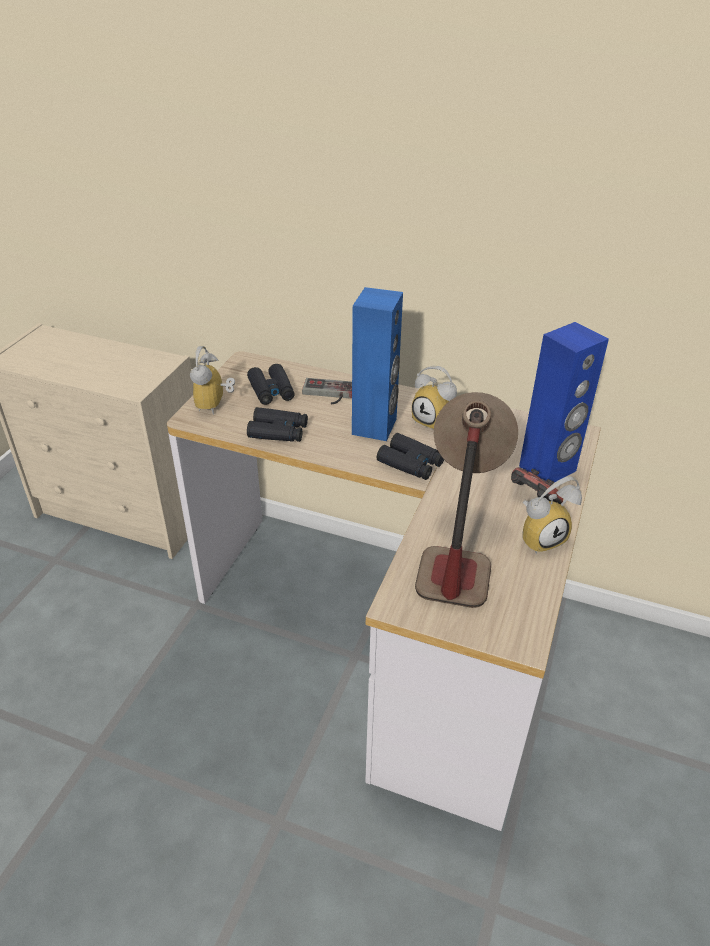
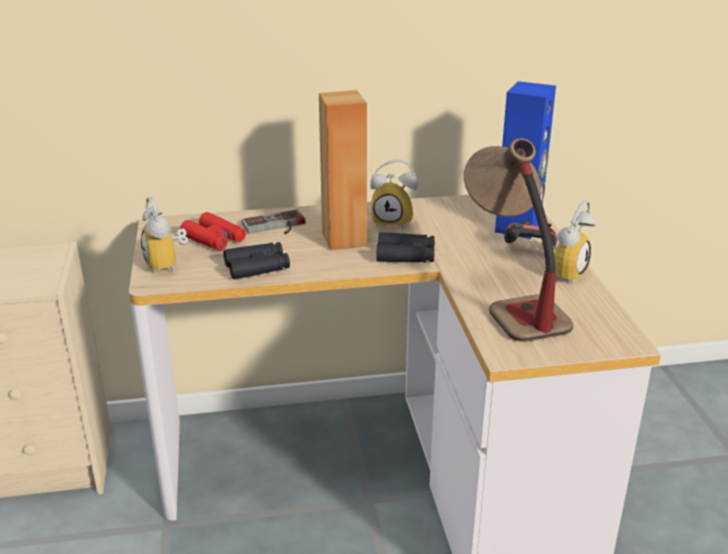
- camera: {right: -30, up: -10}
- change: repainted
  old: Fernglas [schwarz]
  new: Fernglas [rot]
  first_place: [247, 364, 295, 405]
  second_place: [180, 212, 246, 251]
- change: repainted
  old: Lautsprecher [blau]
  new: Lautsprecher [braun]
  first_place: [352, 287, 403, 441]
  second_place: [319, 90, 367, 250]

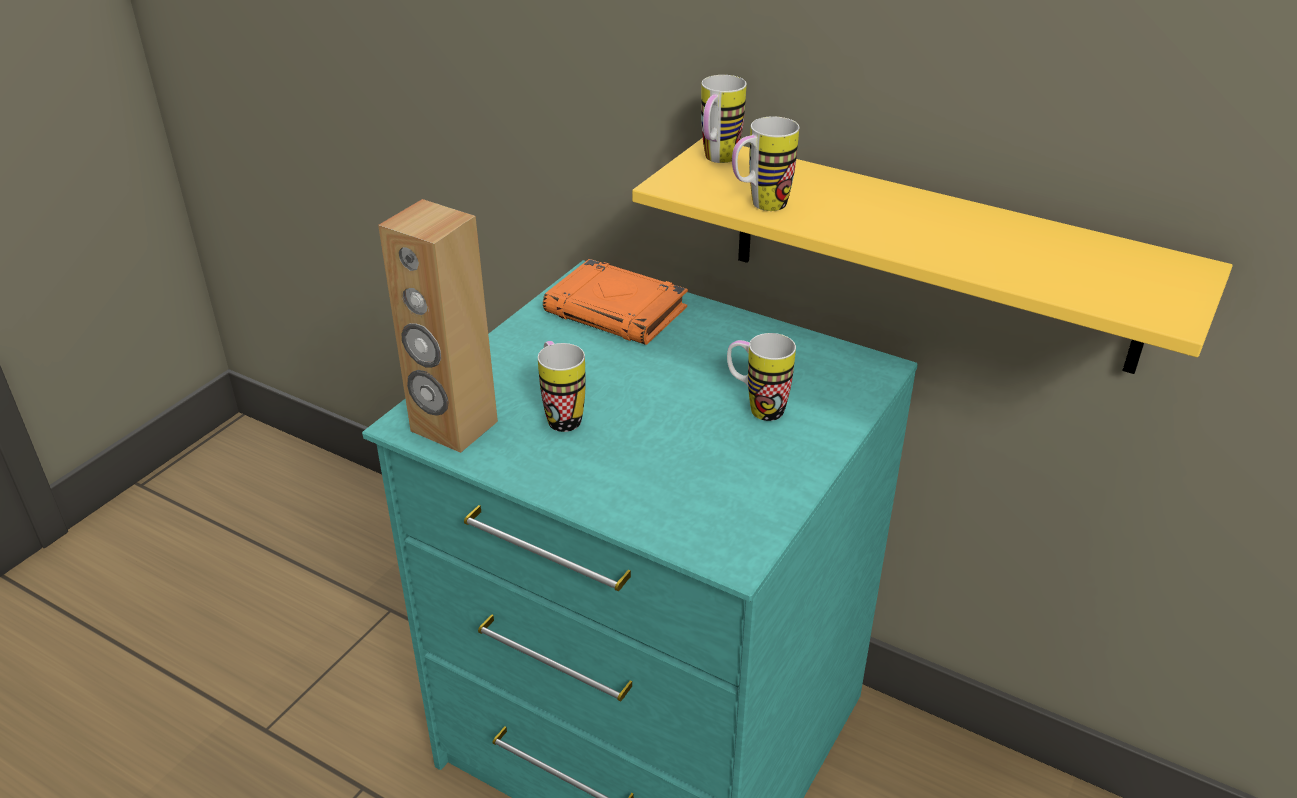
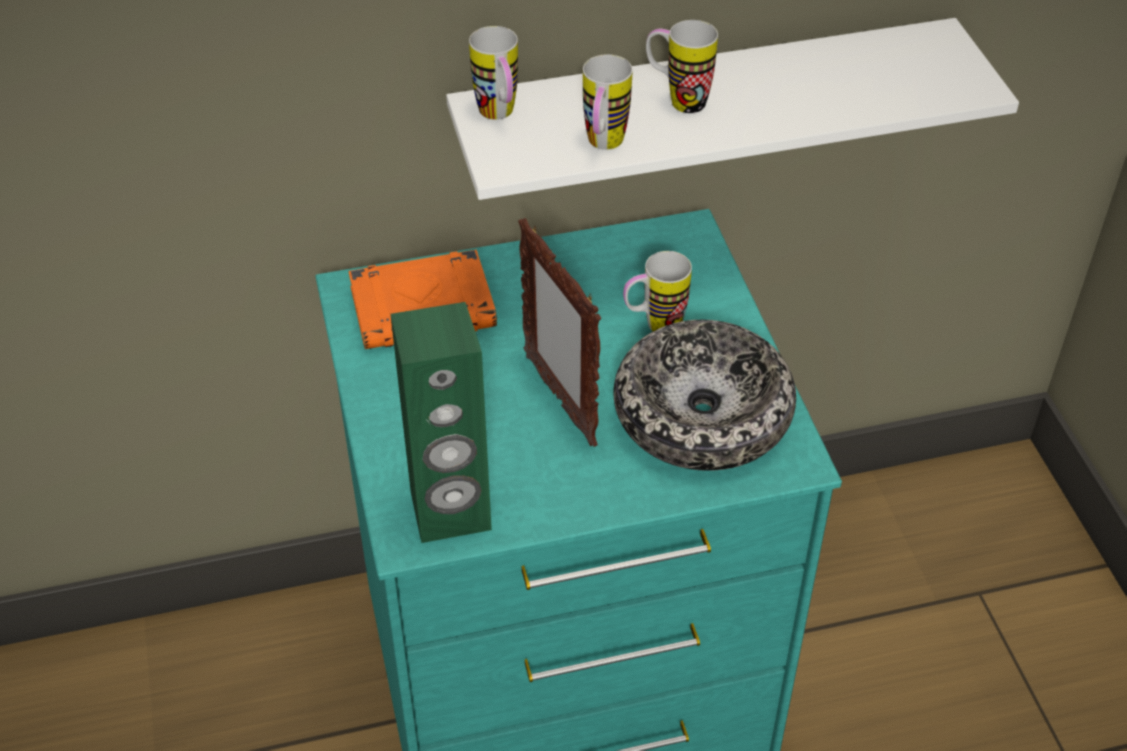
- camera: {right: -45, up: 10}
- change: repainted
  old: Lautsprecher [braun]
  new: Lautsprecher [grün]
  first_place: [378, 199, 498, 453]
  second_place: [390, 302, 492, 543]
- change: shifted
  old: Henkelbecher
  first_place: [538, 341, 586, 432]
  second_place: [646, 20, 718, 113]
- change: repainted
  old: Wandregal [gelb]
  new: Wandregal [weiß]
  first_place: [632, 138, 1233, 374]
  second_place: [446, 18, 1019, 200]
- change: new
  new: Bilderrahmen
  second_place: [518, 218, 601, 447]
- change: new
  new: Schüssel
  second_place: [613, 320, 796, 471]

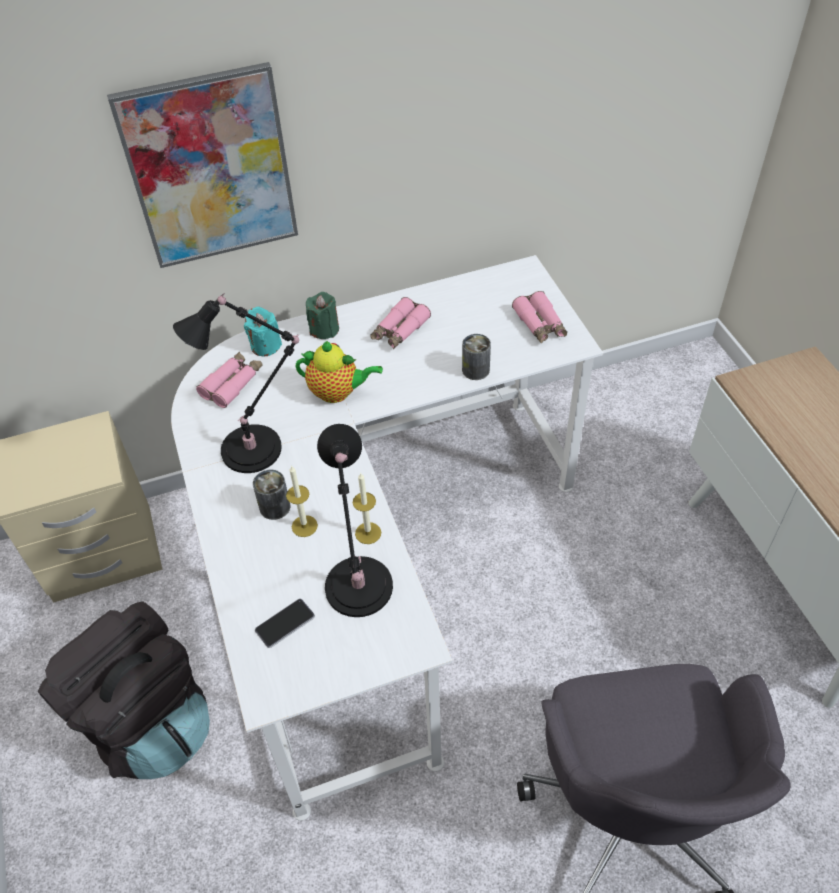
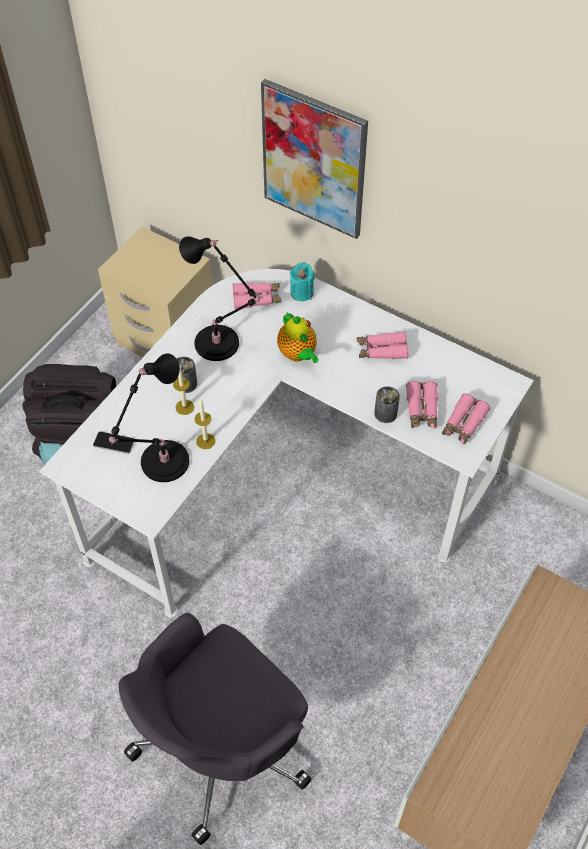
- camera: {right: 50, up: 5}
- change: gone
  old: Kerze [grün]
  first_place: [306, 292, 339, 339]
- change: new
  new: Fernglas [rosa]
  second_place: [406, 381, 438, 429]

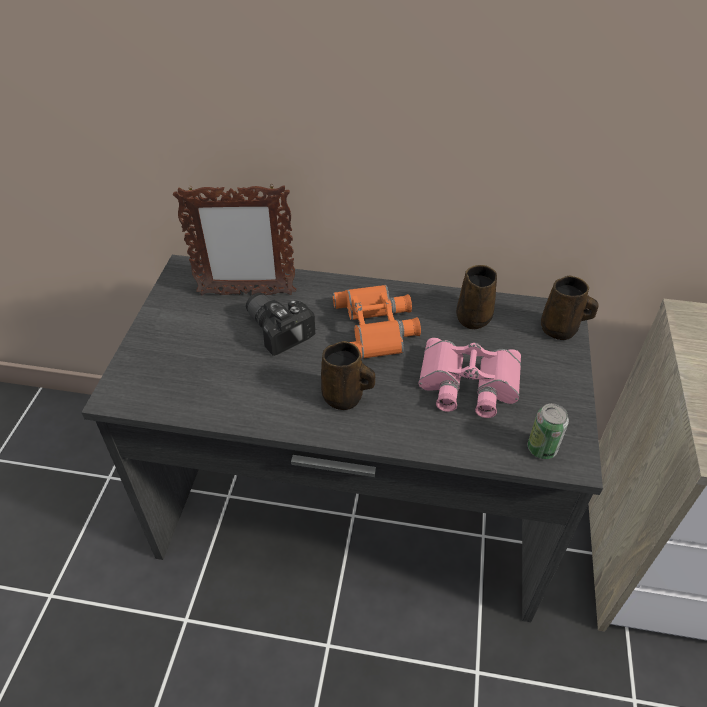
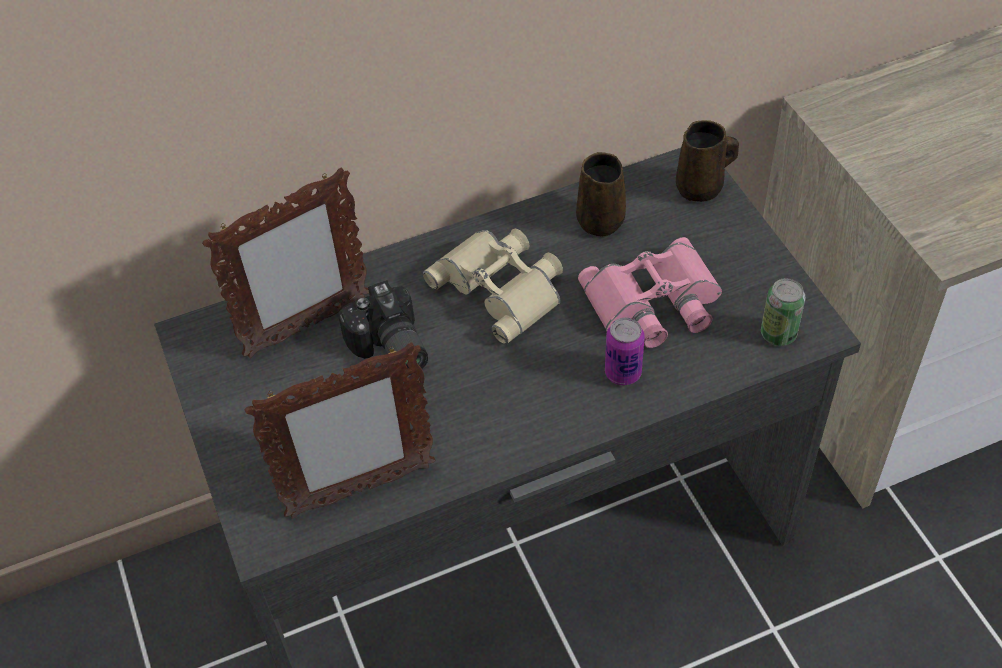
- camera: {right: -30, up: 5}
- change: rotated
  old: Kamera
  first_place: [246, 293, 315, 356]
  second_place: [338, 280, 428, 375]
  degrees: -135
- change: gone
  old: Henkelbecher [braun]
  first_place: [321, 341, 375, 410]
- change: repainted
  old: Fernglas [orange]
  new: Fernglas [beige]
  first_place: [333, 285, 421, 359]
  second_place: [423, 229, 563, 344]
- change: new
  new: Bilderrahmen
  second_place: [245, 342, 436, 519]
- change: new
  new: Dose
  second_place: [605, 318, 645, 385]

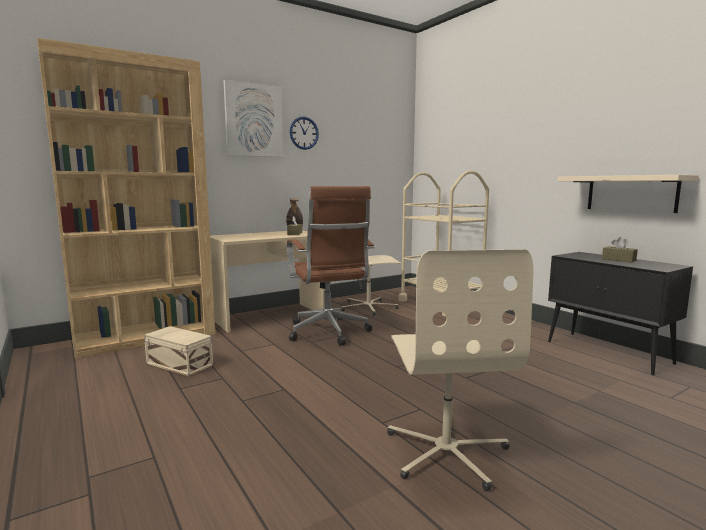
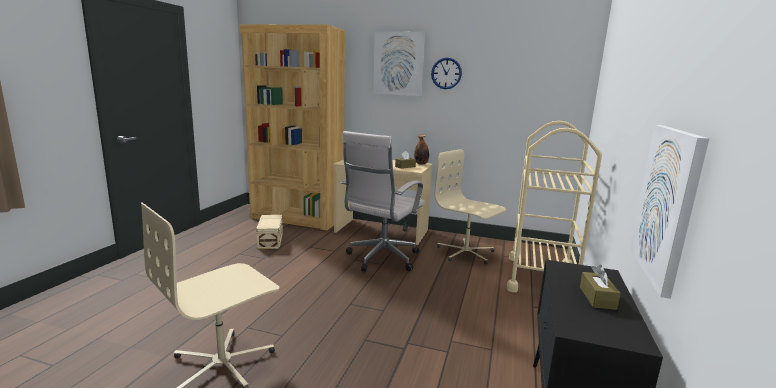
- camera: {right: 50, up: 5}
- change: repainted
  old: Bürostuhl [braun]
  new: Bürostuhl [weiß]
  first_place: [287, 186, 375, 346]
  second_place: [341, 131, 425, 272]
- change: swapped
  old: Wandregal [beige]
  new: Bild
  first_place: [557, 175, 699, 213]
  second_place: [629, 125, 709, 299]

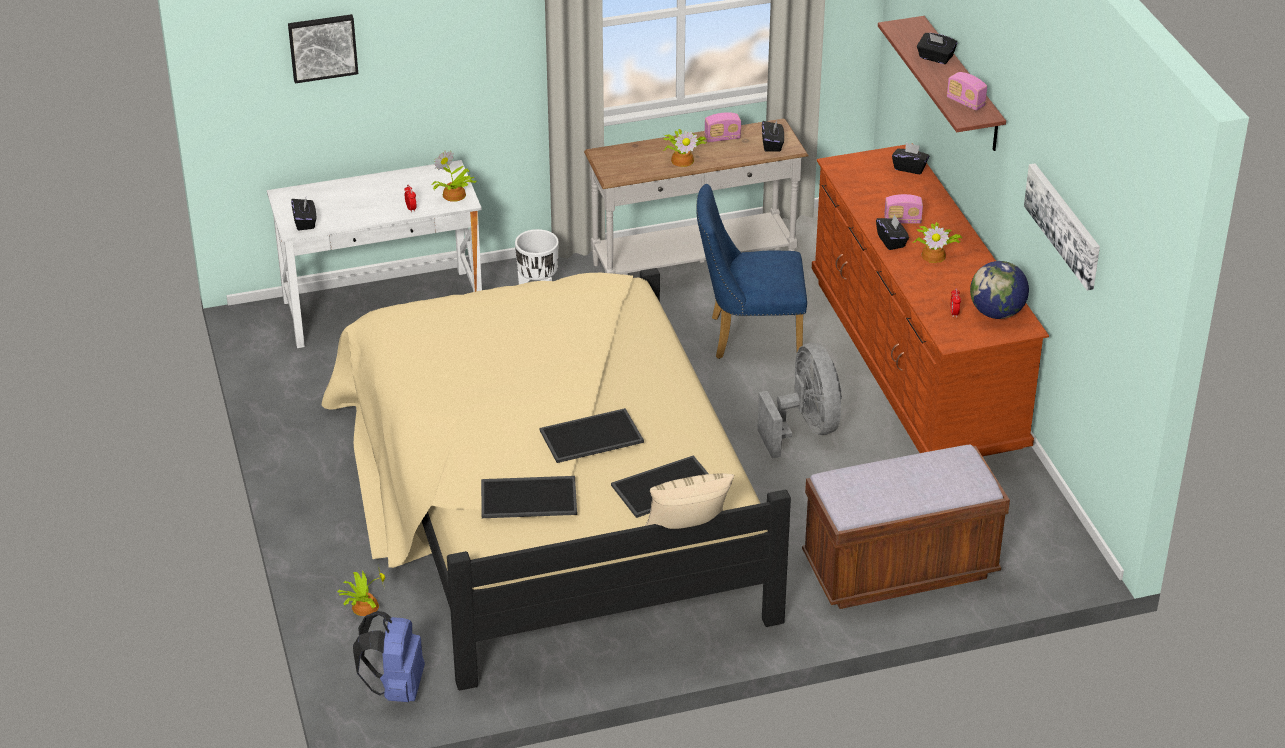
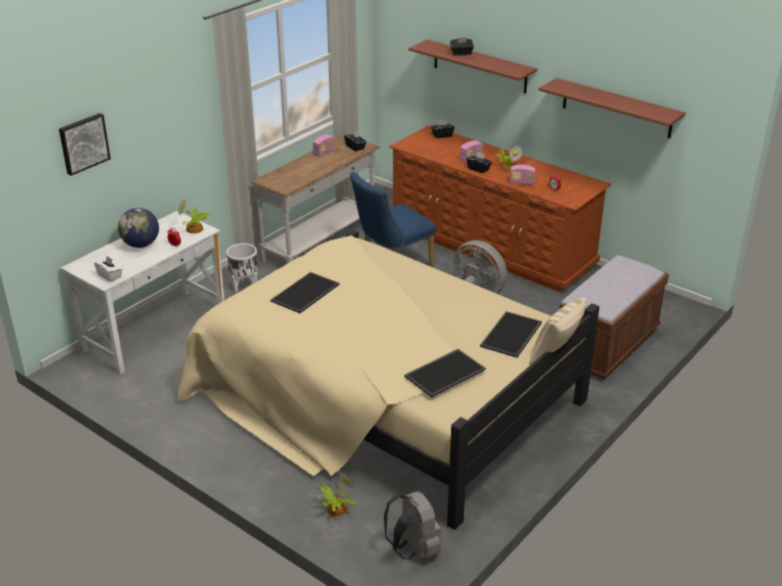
- camera: {right: -35, up: -5}
- change: repainted
  old: Taschentuchbox [schwarz]
  new: Taschentuchbox [weiß]
  first_place: [291, 198, 316, 230]
  second_place: [94, 256, 123, 282]
- change: repainted
  old: Rucksack [blau]
  new: Rucksack [grau]
  first_place: [353, 611, 425, 702]
  second_place: [384, 491, 441, 560]
- change: shifted
  old: Tablett
  first_place: [539, 408, 644, 463]
  second_place: [271, 272, 339, 313]
- change: gone
  old: Topfpflanze
  first_place: [663, 129, 707, 167]
- change: shifted
  old: Radio
  first_place: [947, 72, 987, 111]
  second_place: [510, 165, 535, 185]
- change: shifted
  old: Globus
  first_place: [970, 261, 1029, 319]
  second_place: [118, 208, 159, 248]
- change: swapped
  old: Bild
  new: Wandregal
  first_place: [1024, 163, 1100, 291]
  second_place: [539, 78, 686, 138]

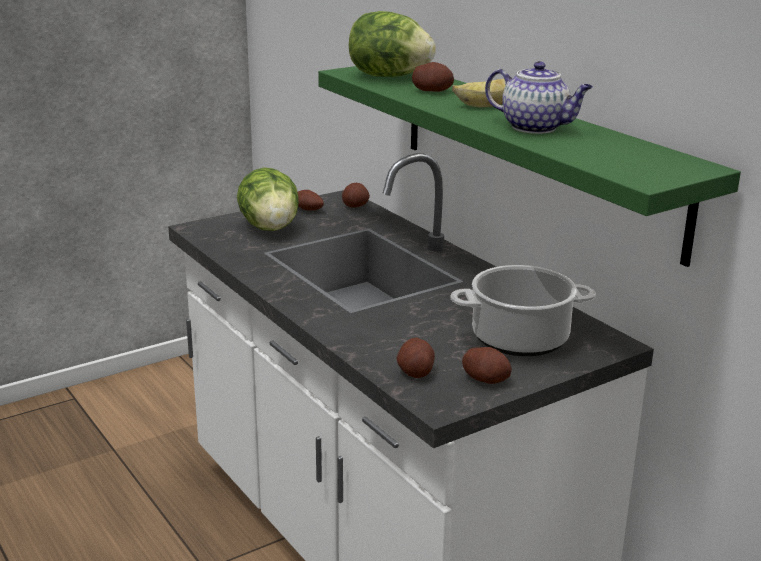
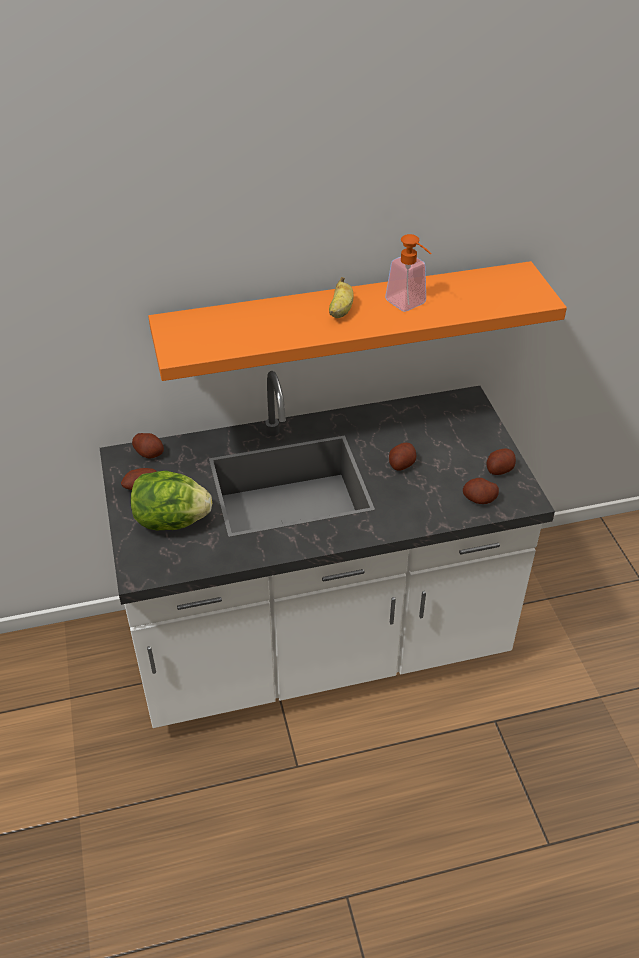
- camera: {right: -70, up: 20}
- change: repainted
  old: Wandregal [grün]
  new: Wandregal [orange]
  first_place: [318, 66, 741, 267]
  second_place: [148, 261, 567, 381]
- change: gone
  old: Salatkopf
  first_place: [349, 11, 436, 77]
- change: shifted
  old: Kartoffel
  first_place: [412, 62, 454, 92]
  second_place: [389, 443, 416, 471]
- change: gone
  old: Kochtopf
  first_place: [450, 265, 596, 356]
- change: swapped
  old: Teekanne
  new: Seifenspender
  first_place: [485, 61, 593, 134]
  second_place: [385, 234, 432, 312]

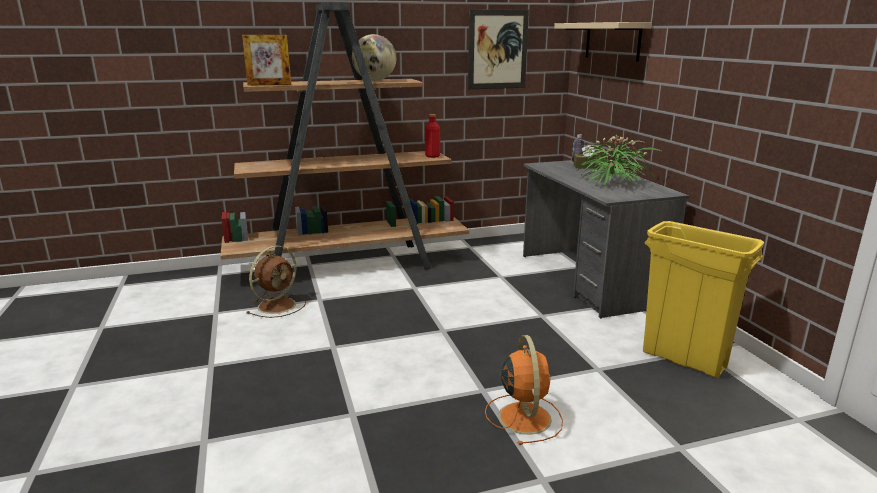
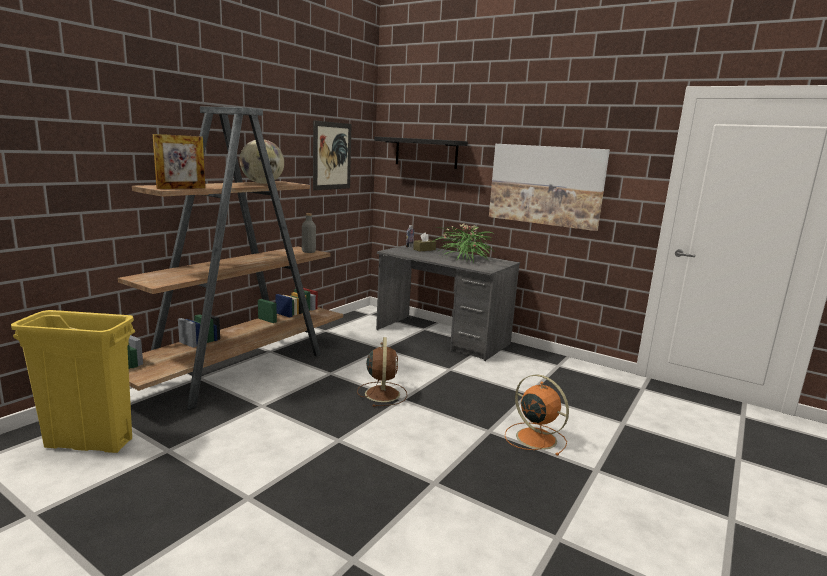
- camera: {right: -40, up: -5}
- change: shifted
  old: Ventilator [braun]
  first_place: [246, 245, 306, 318]
  second_place: [357, 337, 407, 407]
- change: repainted
  old: Flasche [rot]
  new: Flasche [grau]
  first_place: [425, 114, 440, 158]
  second_place: [302, 213, 316, 253]
- change: repainted
  old: Wandregal [beige]
  new: Wandregal [schwarz]
  first_place: [554, 22, 652, 61]
  second_place: [374, 137, 468, 169]
- change: shifted
  old: Mülleimer [gelb]
  first_place: [643, 221, 764, 378]
  second_place: [11, 310, 135, 453]
- change: new
  new: Bild
  second_place: [489, 144, 610, 231]

